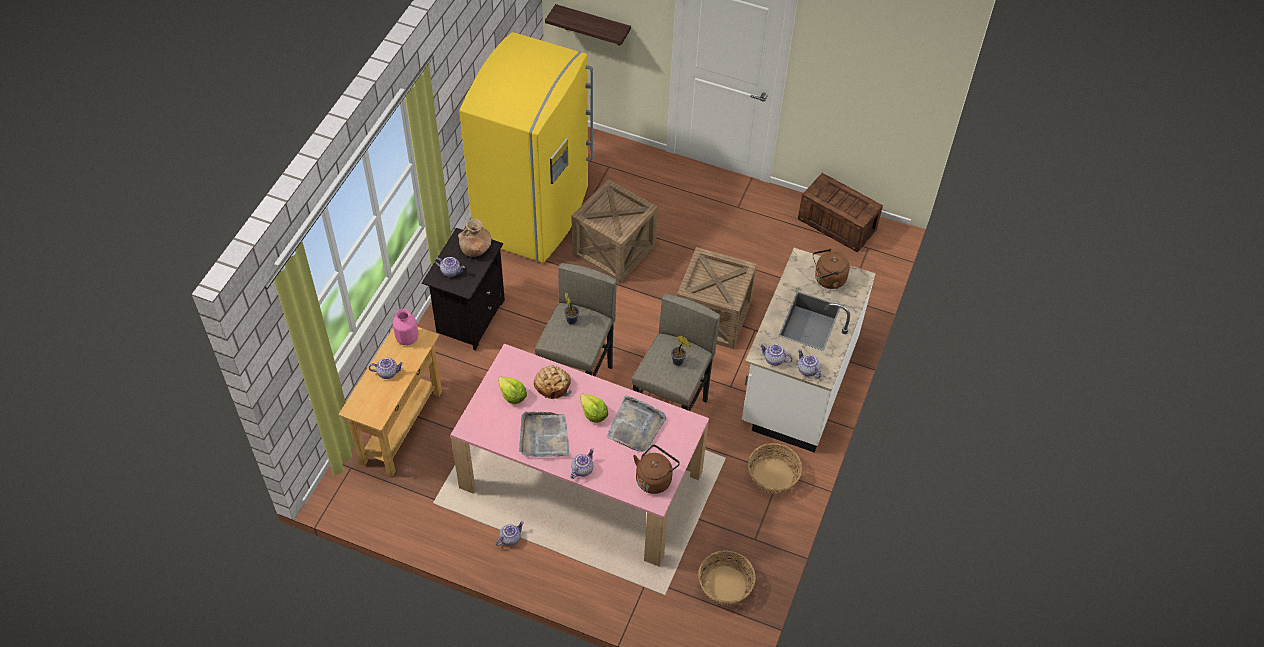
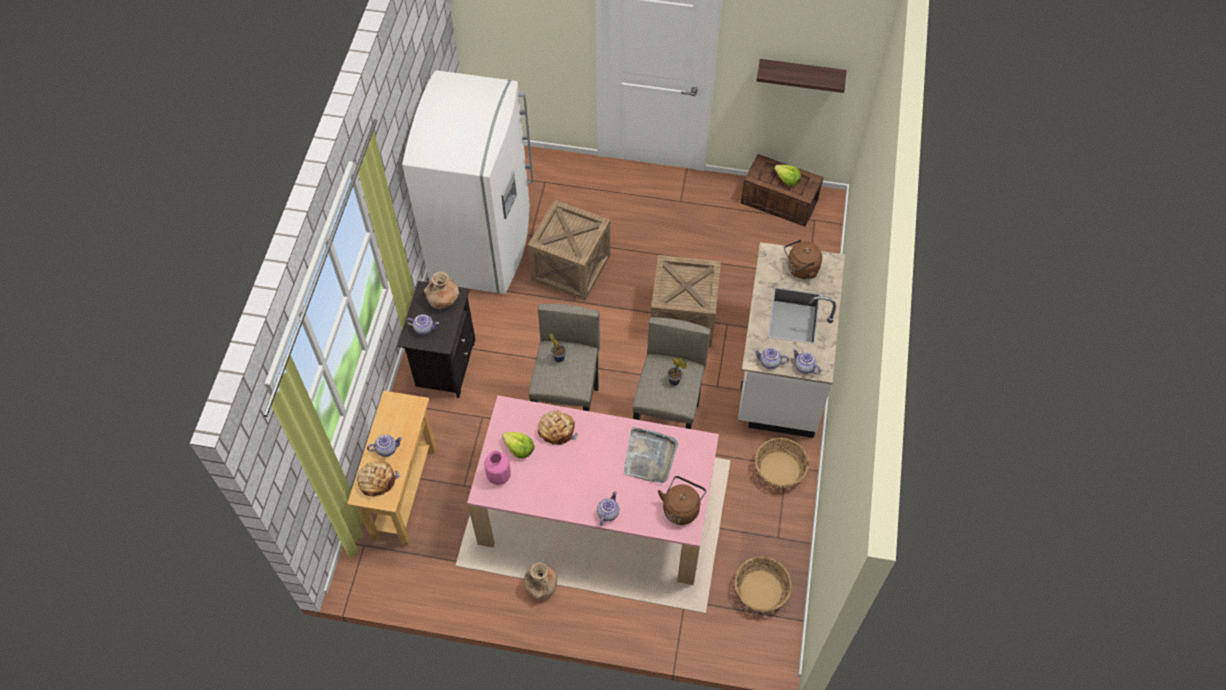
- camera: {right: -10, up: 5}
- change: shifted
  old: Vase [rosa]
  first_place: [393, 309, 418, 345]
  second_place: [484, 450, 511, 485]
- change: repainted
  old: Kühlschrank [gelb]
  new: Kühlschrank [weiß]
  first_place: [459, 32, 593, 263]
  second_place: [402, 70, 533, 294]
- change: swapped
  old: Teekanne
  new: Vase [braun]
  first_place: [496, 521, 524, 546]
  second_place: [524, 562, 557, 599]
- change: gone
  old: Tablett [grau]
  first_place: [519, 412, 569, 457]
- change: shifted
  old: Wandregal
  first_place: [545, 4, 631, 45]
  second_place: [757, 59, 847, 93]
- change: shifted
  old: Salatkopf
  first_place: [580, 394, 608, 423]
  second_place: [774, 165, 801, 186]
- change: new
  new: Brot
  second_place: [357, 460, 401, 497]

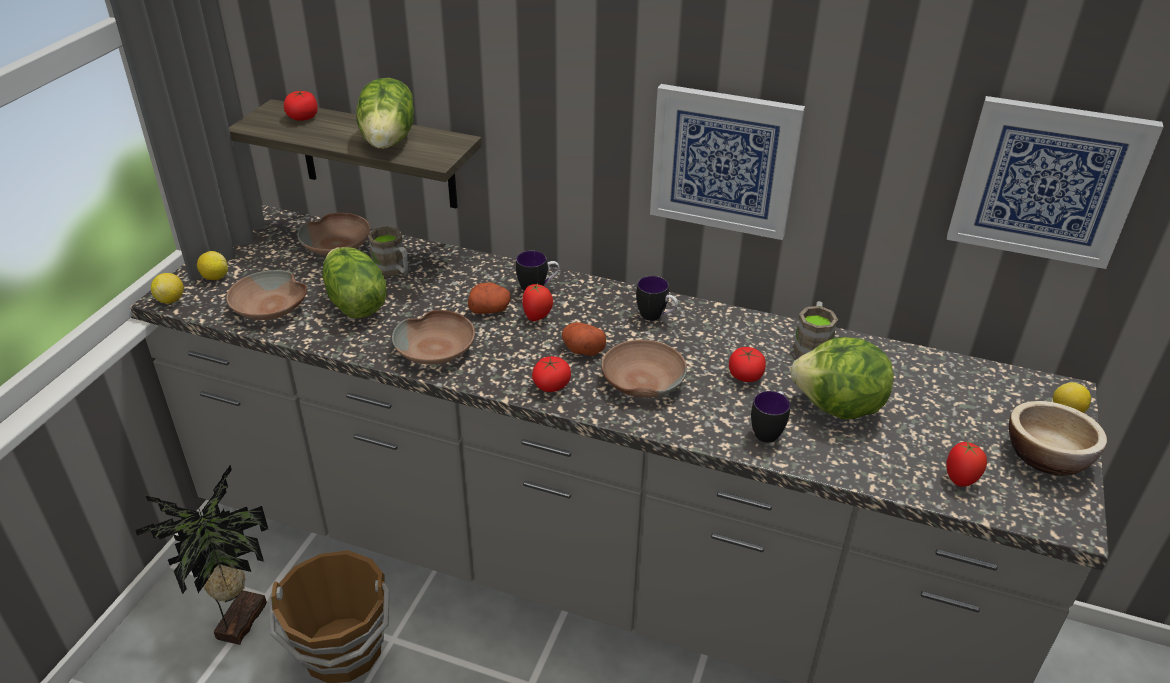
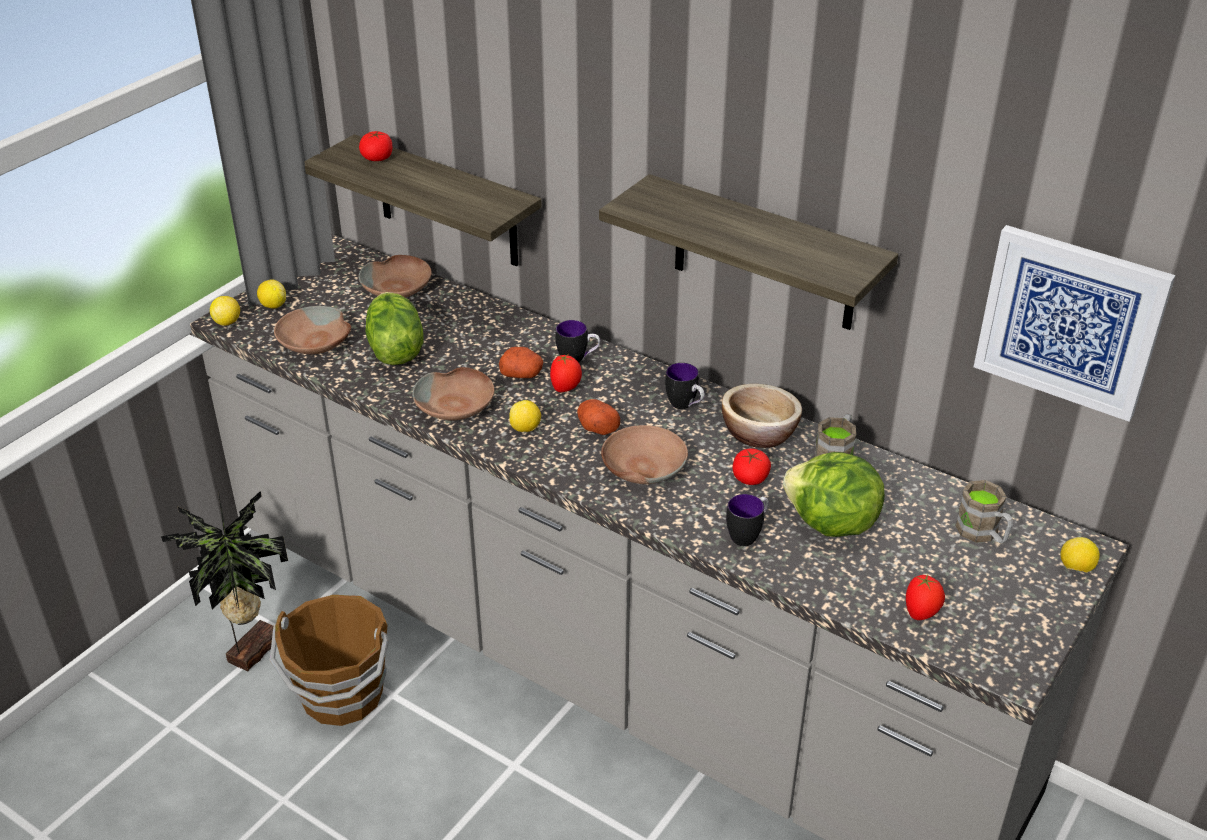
- camera: {right: 15, up: 0}
- change: gone
  old: Salatkopf
  first_place: [356, 78, 414, 149]
- change: shifted
  old: Henkelbecher [braun]
  first_place: [368, 226, 408, 277]
  second_place: [955, 480, 1013, 544]
- change: gone
  old: Tomate
  first_place: [532, 356, 571, 392]
- change: swapped
  old: Bild
  new: Wandregal
  first_place: [650, 84, 805, 240]
  second_place: [599, 174, 898, 330]
- change: shifted
  old: Schüssel
  first_place: [1009, 401, 1107, 476]
  second_place: [722, 384, 802, 448]
- change: new
  new: Zitrone
  second_place: [509, 400, 541, 432]

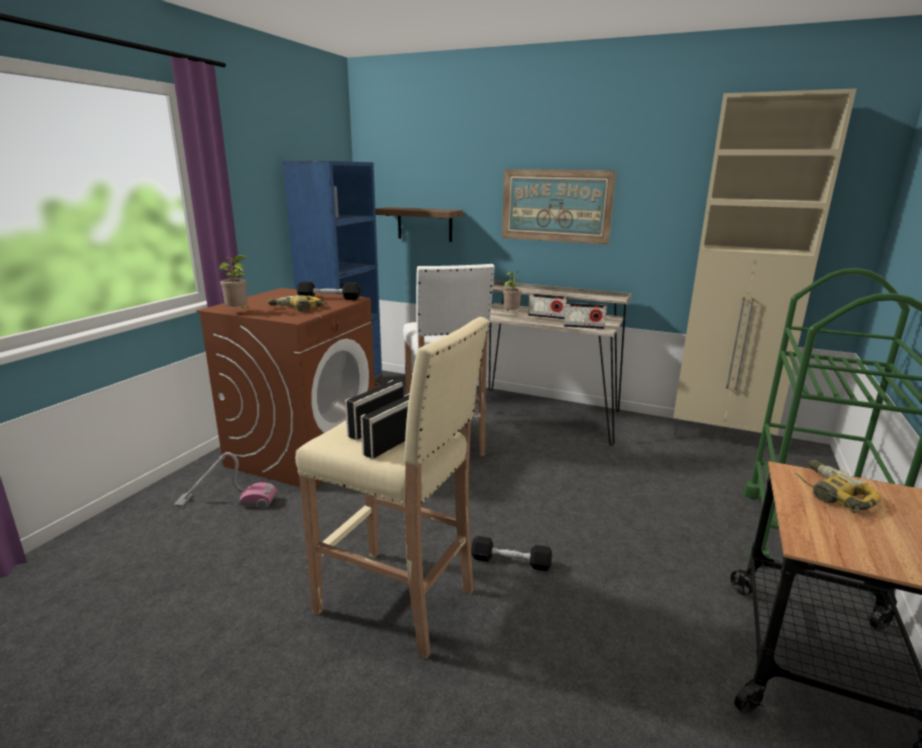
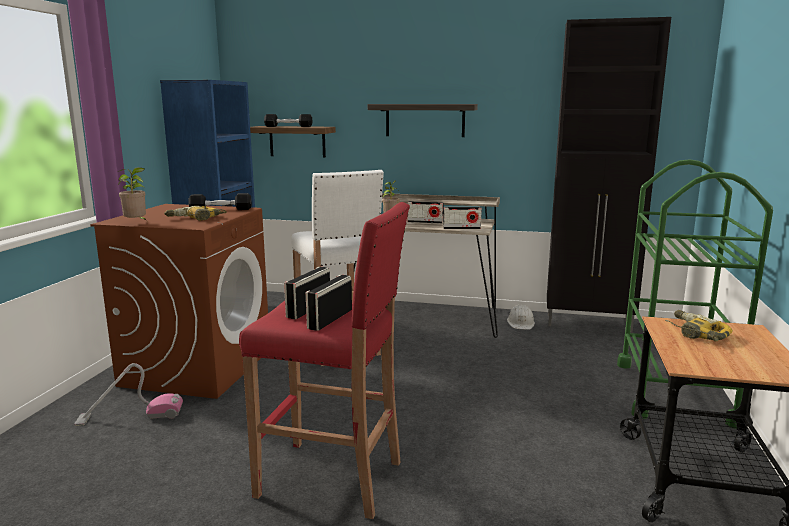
- camera: {right: -10, up: -5}
- change: repainted
  old: Hocker [beige]
  new: Hocker [rot]
  first_place: [295, 317, 490, 659]
  second_place: [239, 202, 410, 519]
- change: shifted
  old: Hantel [schwarz]
  first_place: [471, 536, 552, 571]
  second_place: [264, 114, 313, 127]
- change: swapped
  old: Bild
  new: Wandregal
  first_place: [502, 169, 616, 244]
  second_place: [368, 104, 478, 137]
- change: repainted
  old: Schrank [beige]
  new: Schrank [schwarz]
  first_place: [673, 88, 857, 453]
  second_place: [547, 17, 671, 333]
- change: new
  new: Schutzhelm [weiß]
  second_place: [507, 305, 535, 330]

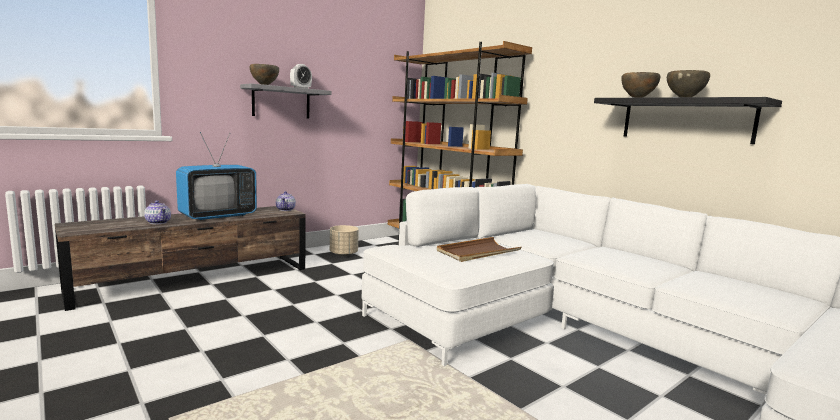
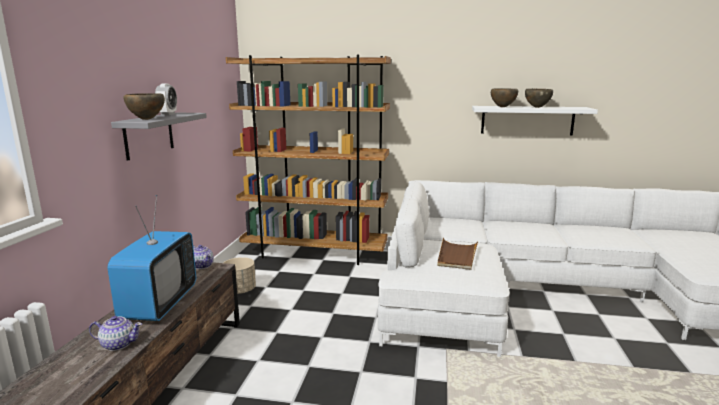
- camera: {right: -40, up: 5}
- change: repainted
  old: Wandregal [schwarz]
  new: Wandregal [weiß]
  first_place: [594, 97, 782, 144]
  second_place: [472, 106, 598, 136]

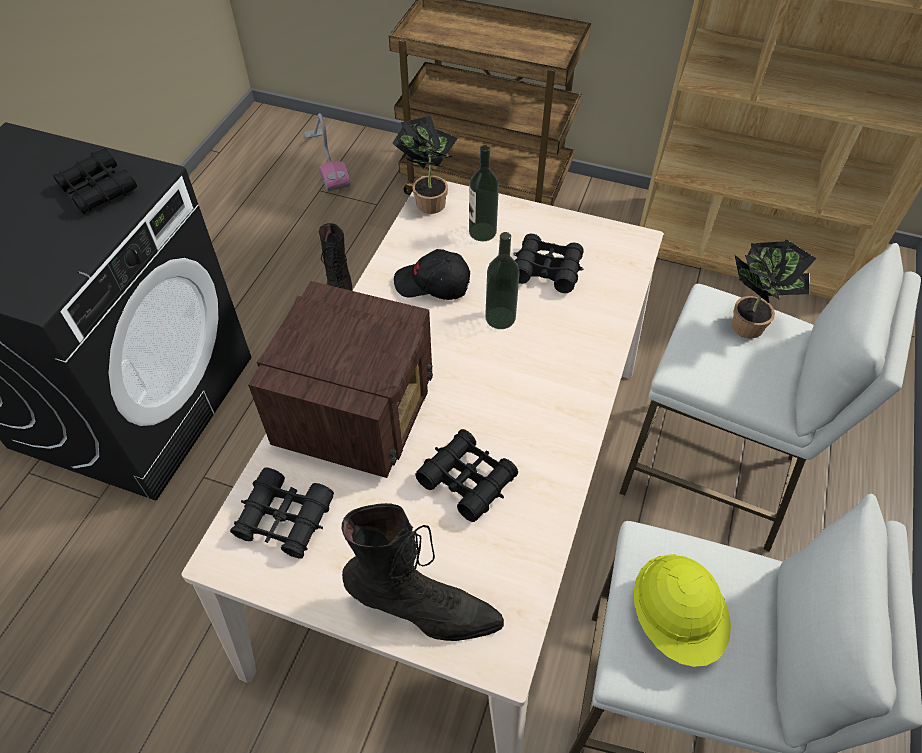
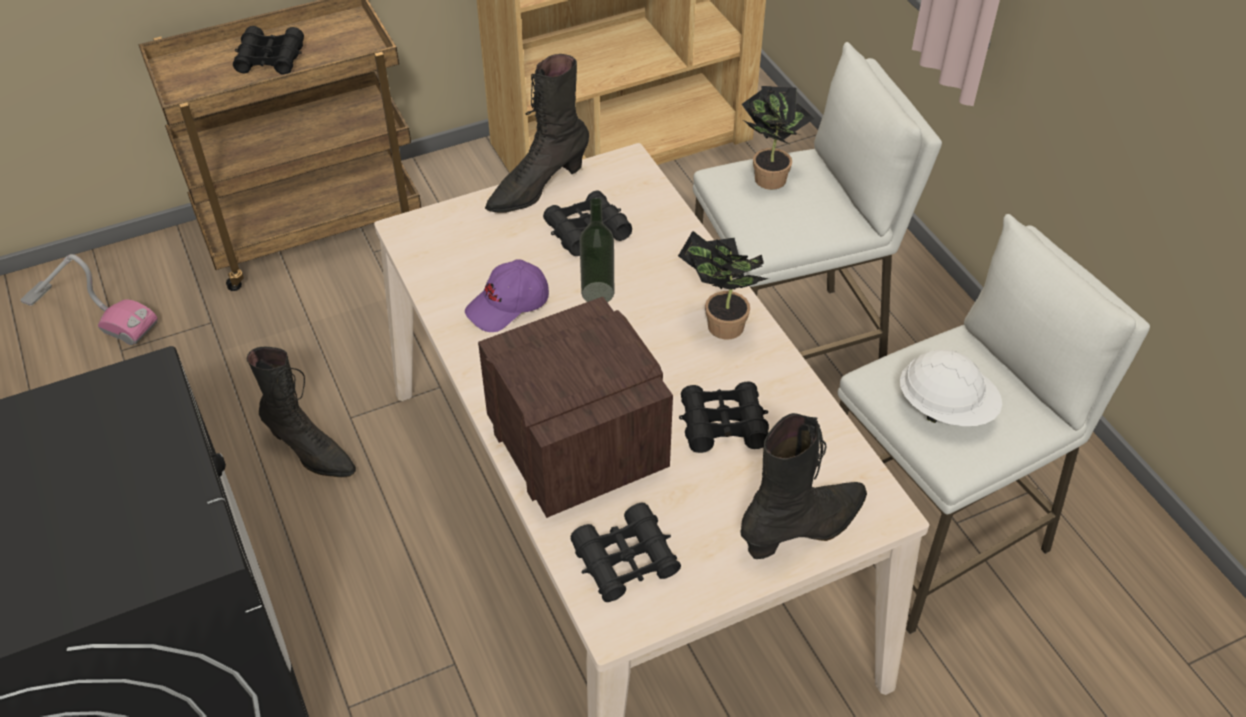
- camera: {right: -45, up: -5}
- change: shifted
  old: Fernglas [schwarz]
  first_place: [53, 148, 137, 215]
  second_place: [233, 26, 304, 75]
- change: shifted
  old: Topfpflanze
  first_place: [392, 116, 458, 214]
  second_place: [678, 231, 770, 340]
- change: repainted
  old: Kappe [schwarz]
  new: Kappe [lila]
  first_place: [394, 249, 470, 300]
  second_place: [465, 259, 549, 332]
- change: gone
  old: Flasche
  first_place: [469, 145, 499, 241]
- change: repainted
  old: Schutzhelm [gelb]
  new: Schutzhelm [weiß]
  first_place: [634, 554, 731, 667]
  second_place: [900, 349, 1002, 426]
- change: new
  new: Stiefel [schwarz]
  second_place: [485, 54, 589, 213]

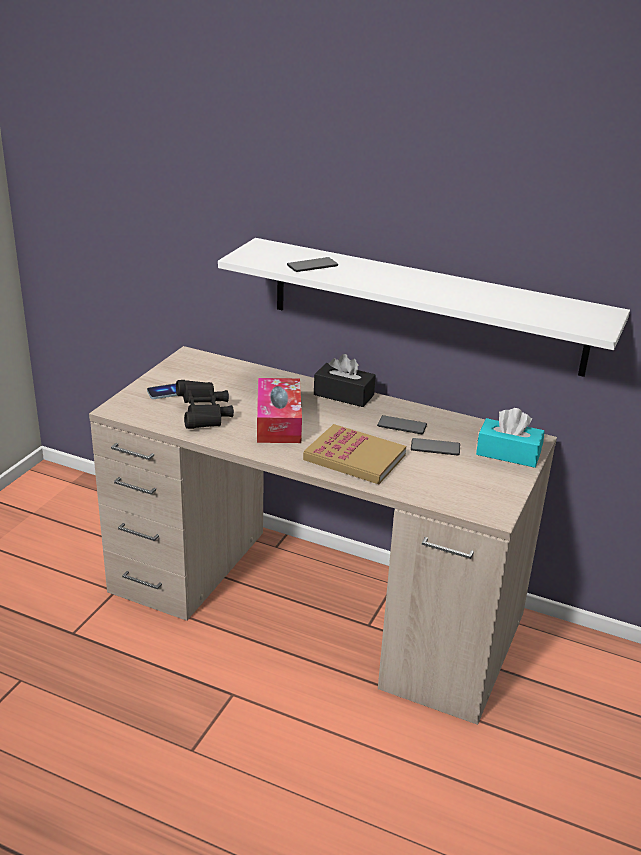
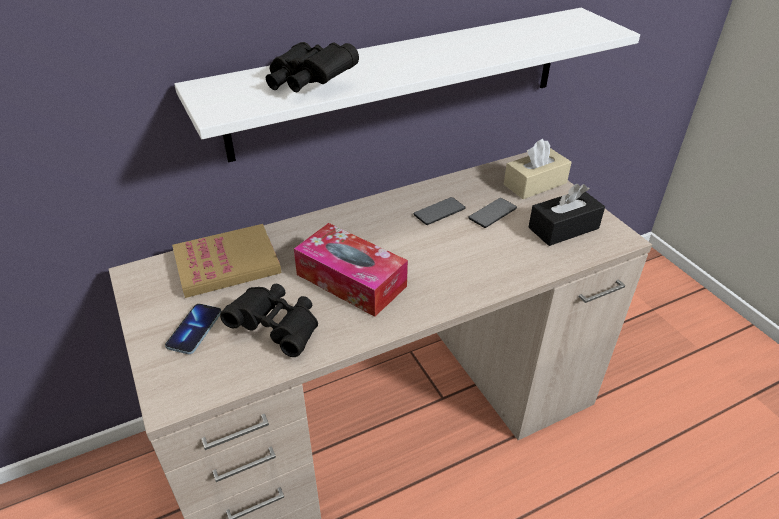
- camera: {right: -50, up: 10}
- change: swapped
  old: Handy
  new: Fernglas [schwarz]
  first_place: [287, 257, 338, 272]
  second_place: [266, 42, 359, 92]
- change: shifted
  old: Buch
  first_place: [303, 424, 406, 484]
  second_place: [172, 224, 282, 298]
- change: shifted
  old: Taschentuchbox [schwarz]
  first_place: [314, 354, 376, 407]
  second_place: [528, 184, 605, 246]
- change: repainted
  old: Taschentuchbox [türkis]
  new: Taschentuchbox [beige]
  first_place: [476, 408, 545, 468]
  second_place: [504, 139, 572, 199]

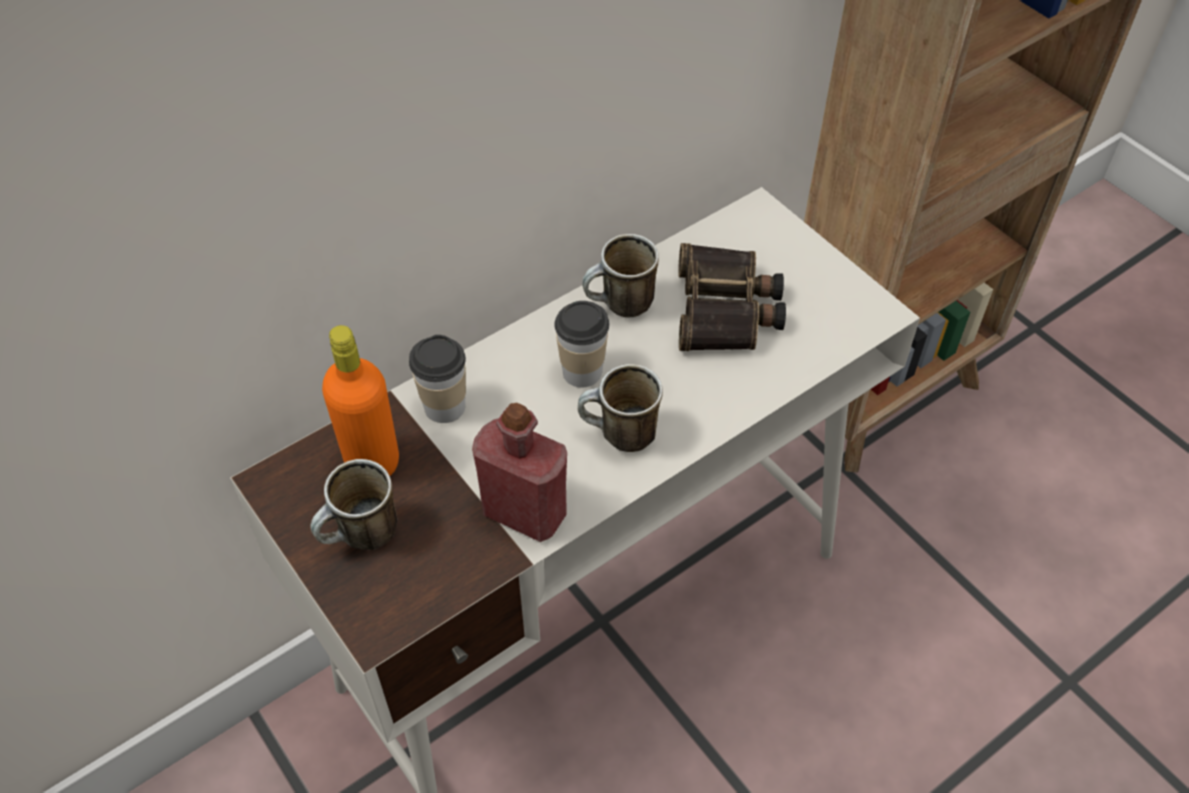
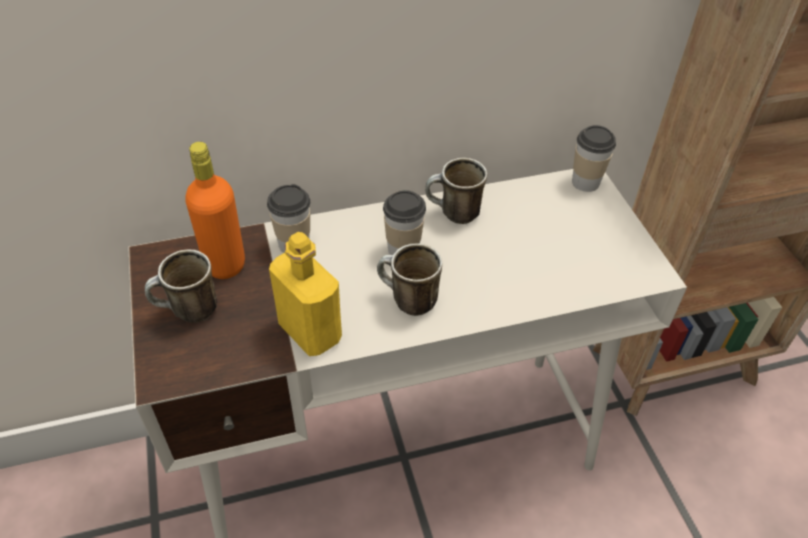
- camera: {right: 20, up: -5}
- change: repainted
  old: Flasche [rot]
  new: Flasche [gelb]
  first_place: [472, 403, 567, 542]
  second_place: [269, 232, 342, 356]
- change: gone
  old: Fernglas
  first_place: [678, 243, 786, 351]
- change: new
  new: Tasse
  second_place: [572, 125, 616, 192]

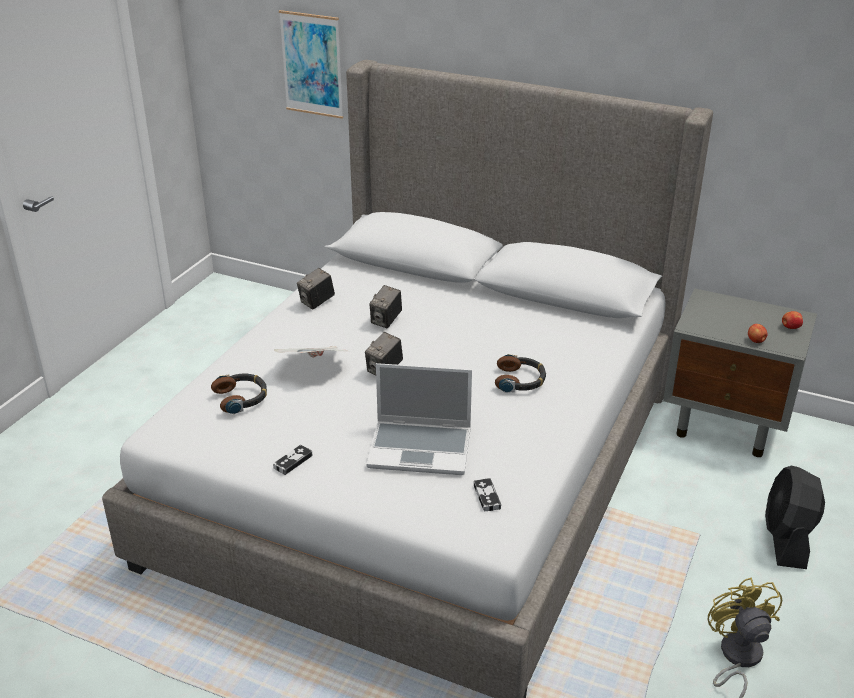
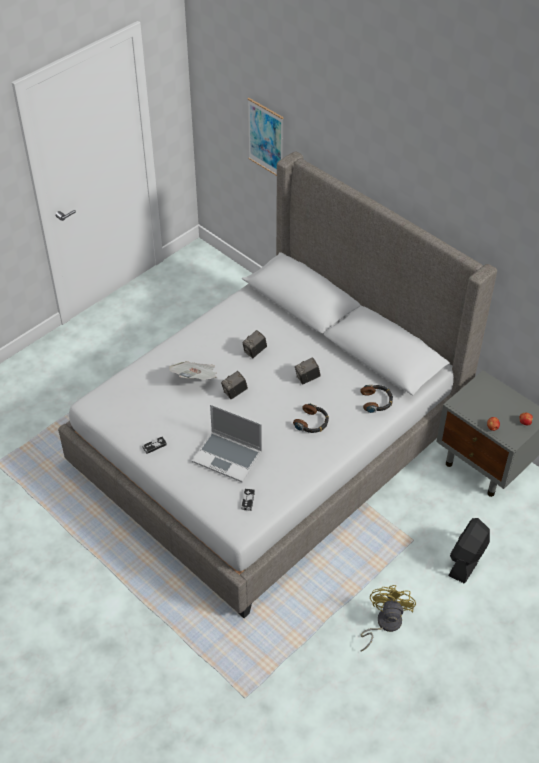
- camera: {right: 20, up: 15}
- change: shifted
  old: Kopfhörer
  first_place: [211, 374, 267, 414]
  second_place: [360, 385, 393, 413]
- change: shifted
  old: Kamera
  first_place: [297, 268, 335, 309]
  second_place: [295, 357, 321, 385]

